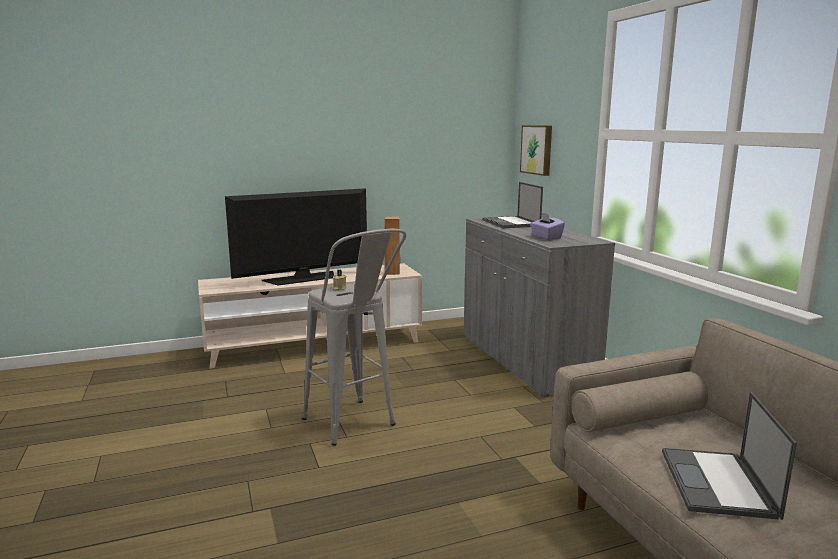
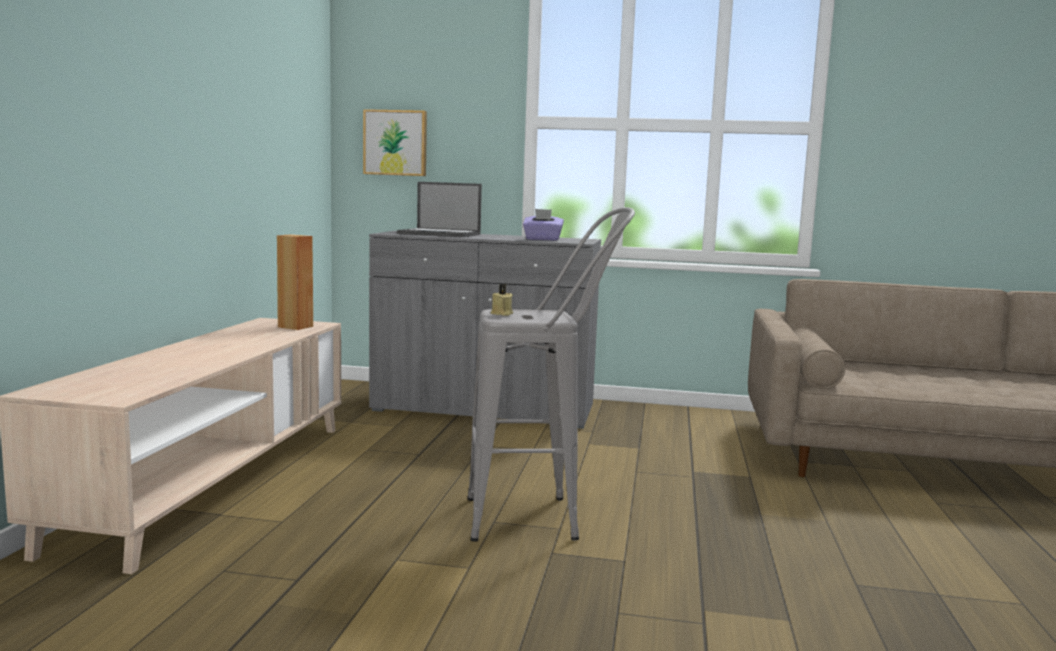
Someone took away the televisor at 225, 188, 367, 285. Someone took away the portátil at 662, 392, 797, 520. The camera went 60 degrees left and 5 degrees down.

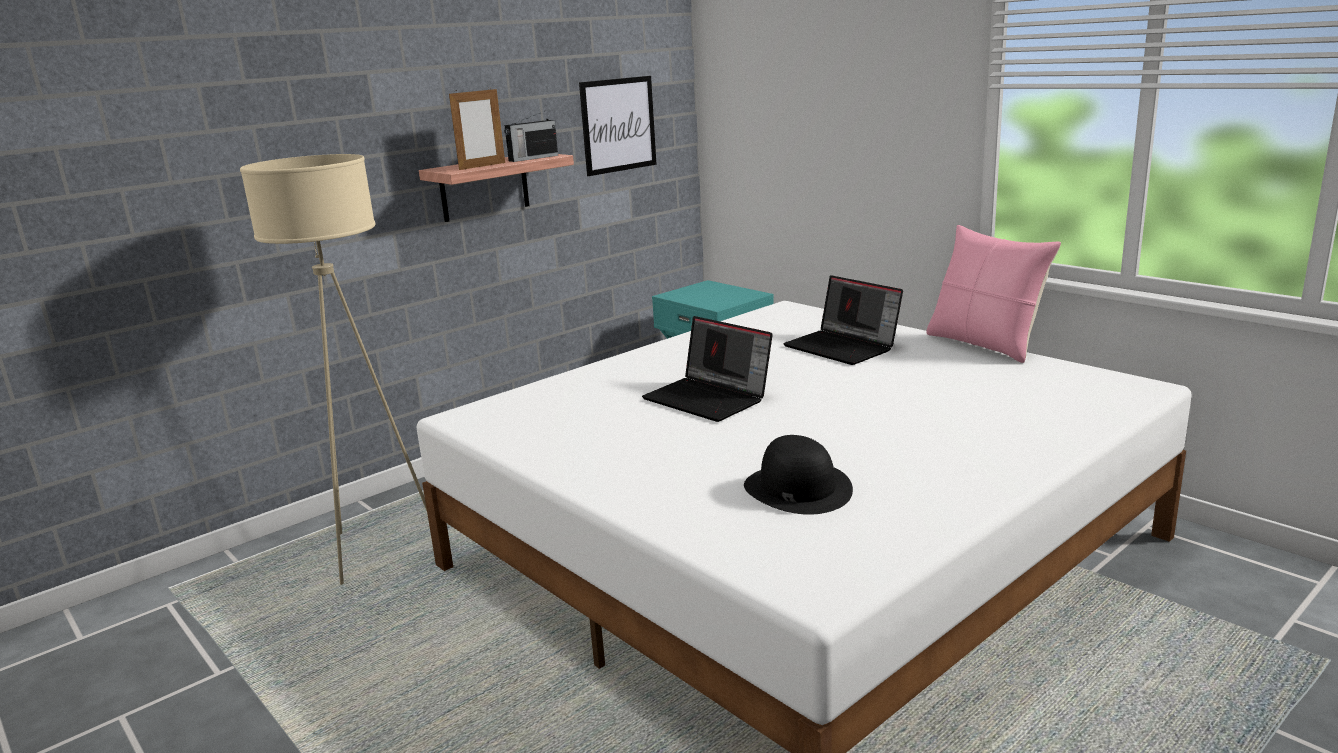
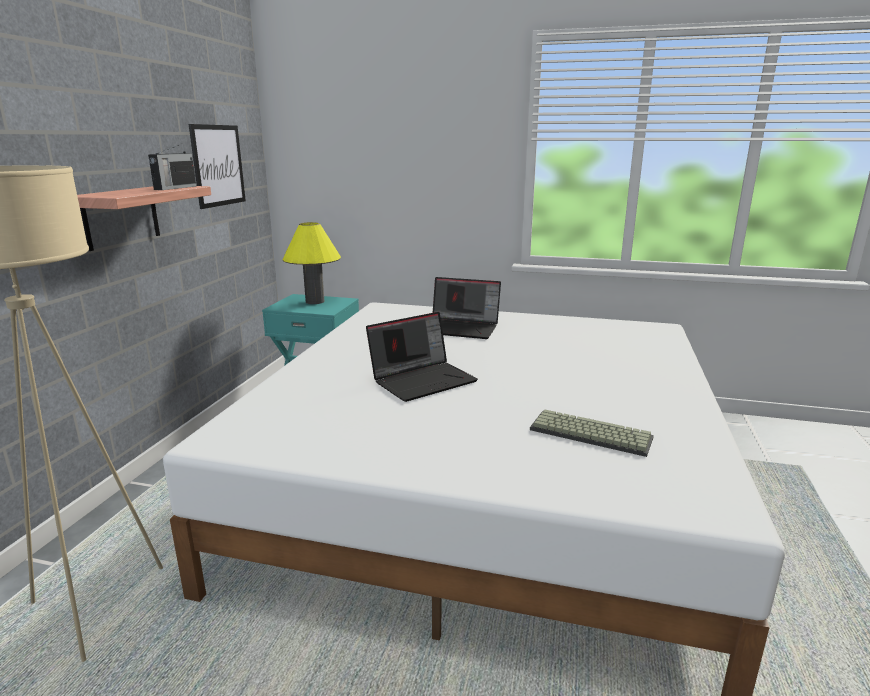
Someone took away the portarretratos at 449, 87, 505, 170. Someone took away the cojín (rosa) at 926, 225, 1061, 363. Someone rotated the portátil at 642, 316, 773, 422 by 45 degrees counterclockwise. Someone swapped the sombrero (negro) at 744, 435, 853, 515 for the teclado at 530, 409, 654, 457. Someone put down the lámpara de mesa (amarillo) at 283, 222, 341, 304. The camera went 35 degrees left and 0 degrees up.

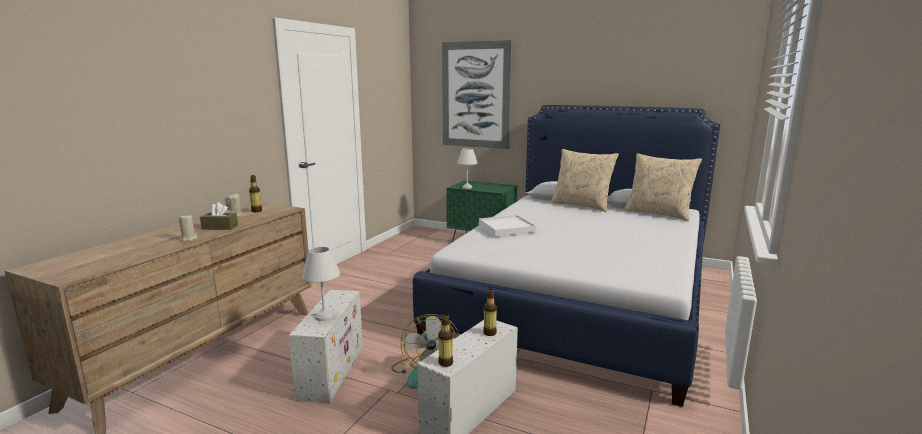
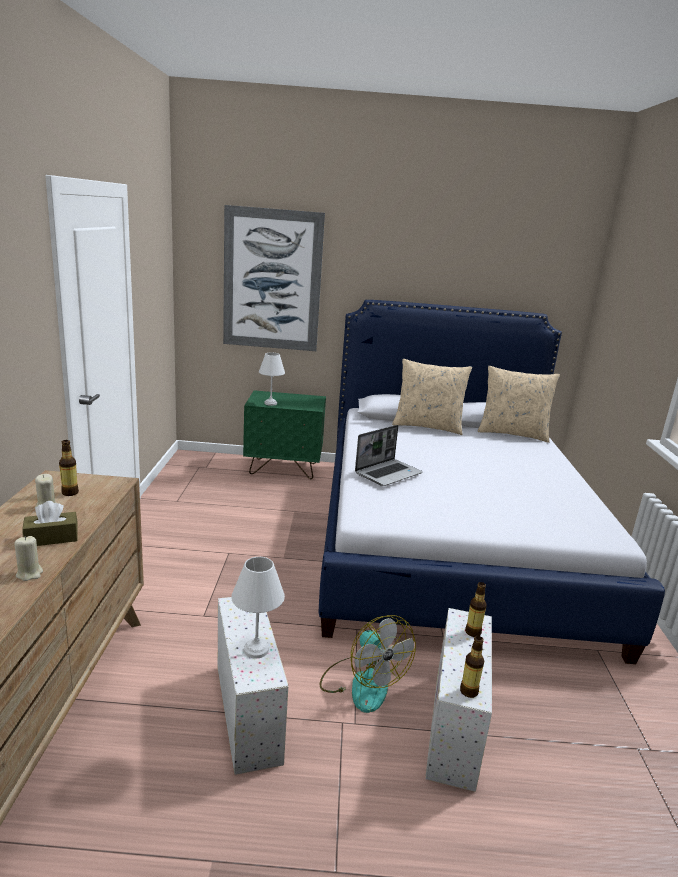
Someone swapped the bandeja (blanco) at 479, 215, 536, 237 for the portátil at 355, 425, 423, 486. The camera went 25 degrees left and 5 degrees up.

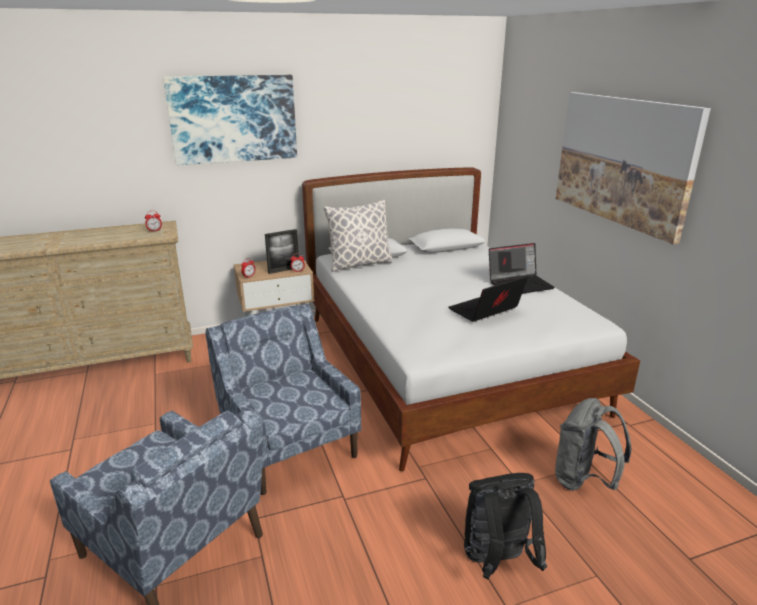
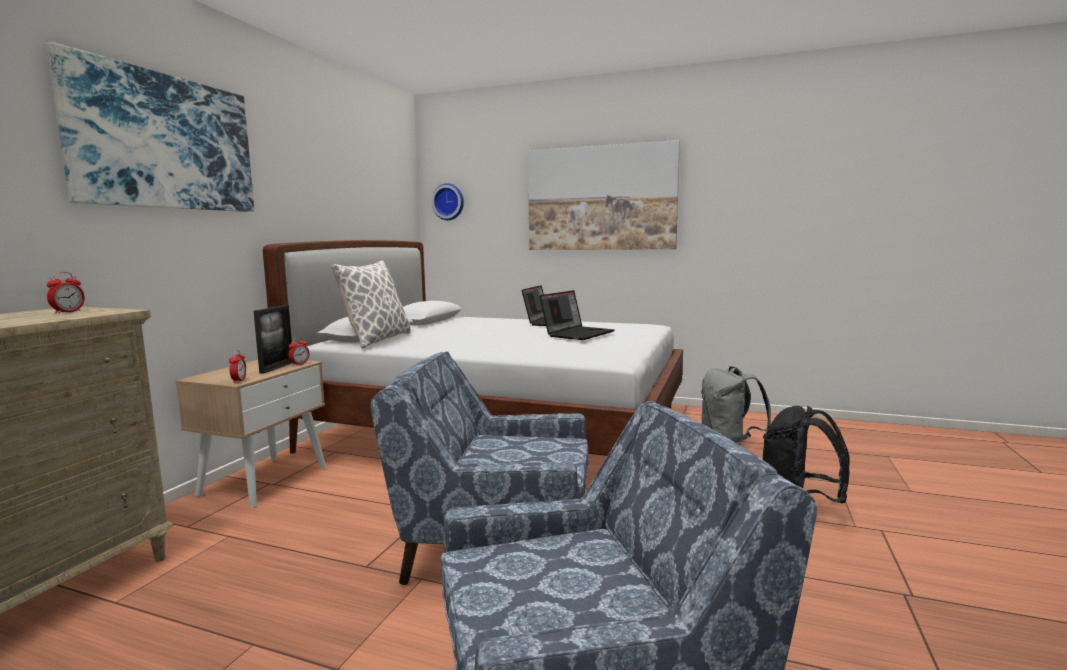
Someone rotated the portátil at 448, 276, 528, 322 by 150 degrees counterclockwise. Someone put up the reloj de pared at 432, 183, 464, 220. The camera went 50 degrees left and 15 degrees down.

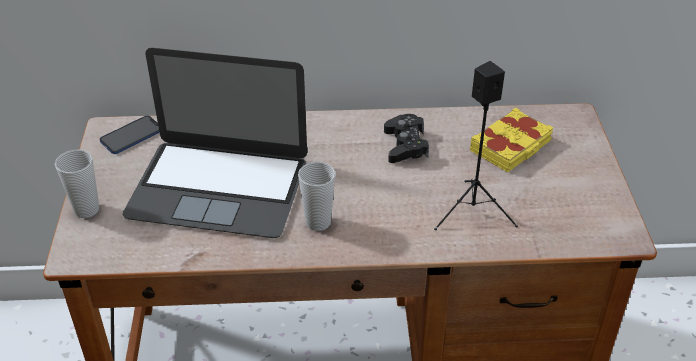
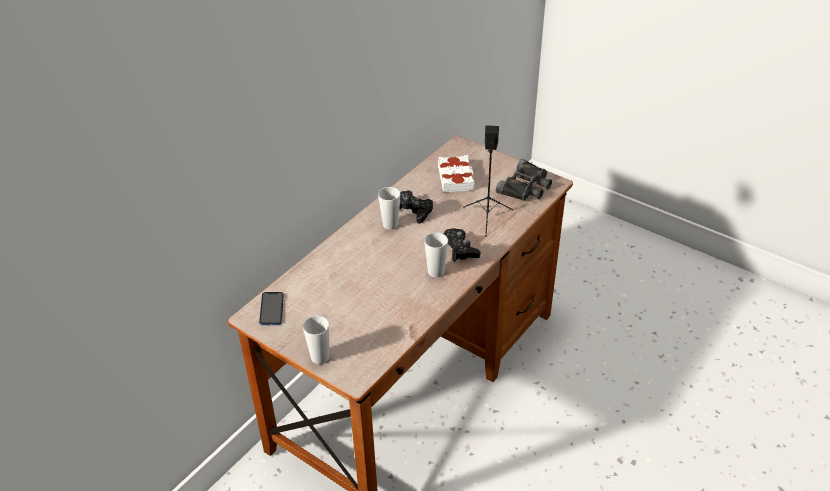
Someone took away the portátil at 123, 48, 307, 238. Someone repainted the libro (amarillo) at 470, 107, 554, 172, which became the libro (blanco) at 438, 155, 474, 192. Someone put down the prismáticos (negro) at 496, 159, 552, 201. Someone put down the taza at 378, 187, 400, 230. Someone put down the mando de consola (negro) at 443, 228, 480, 262. The camera went 50 degrees left and 0 degrees up.

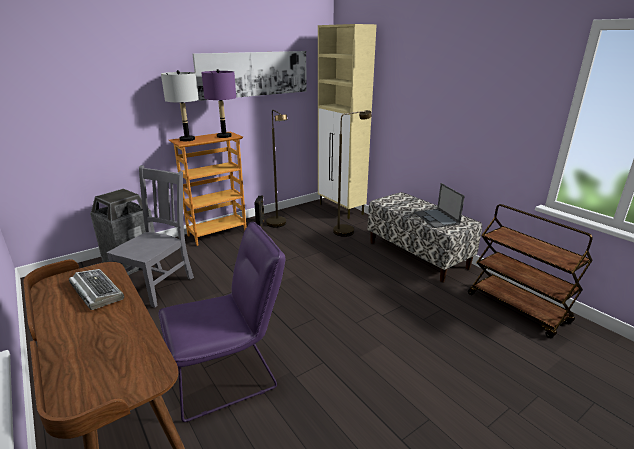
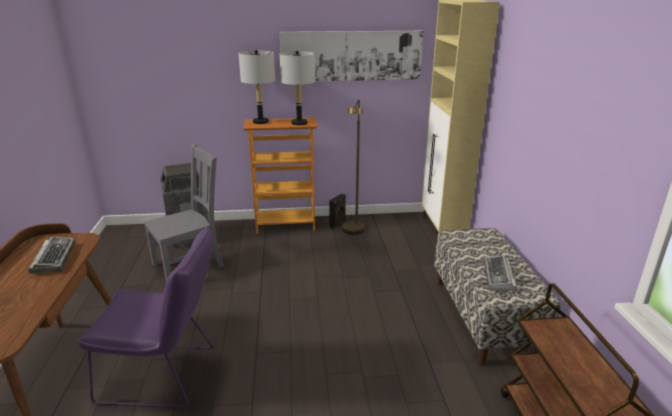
Someone repainted the lámpara de mesa (morado) at 201, 69, 236, 138, which became the lámpara de mesa (gris) at 279, 50, 315, 125. Someone took away the lámpara de pie (marrón) at 333, 110, 372, 237. Someone swapped the portátil at 414, 183, 465, 228 for the teclado at 484, 255, 517, 291. The camera went 30 degrees right and 0 degrees up.

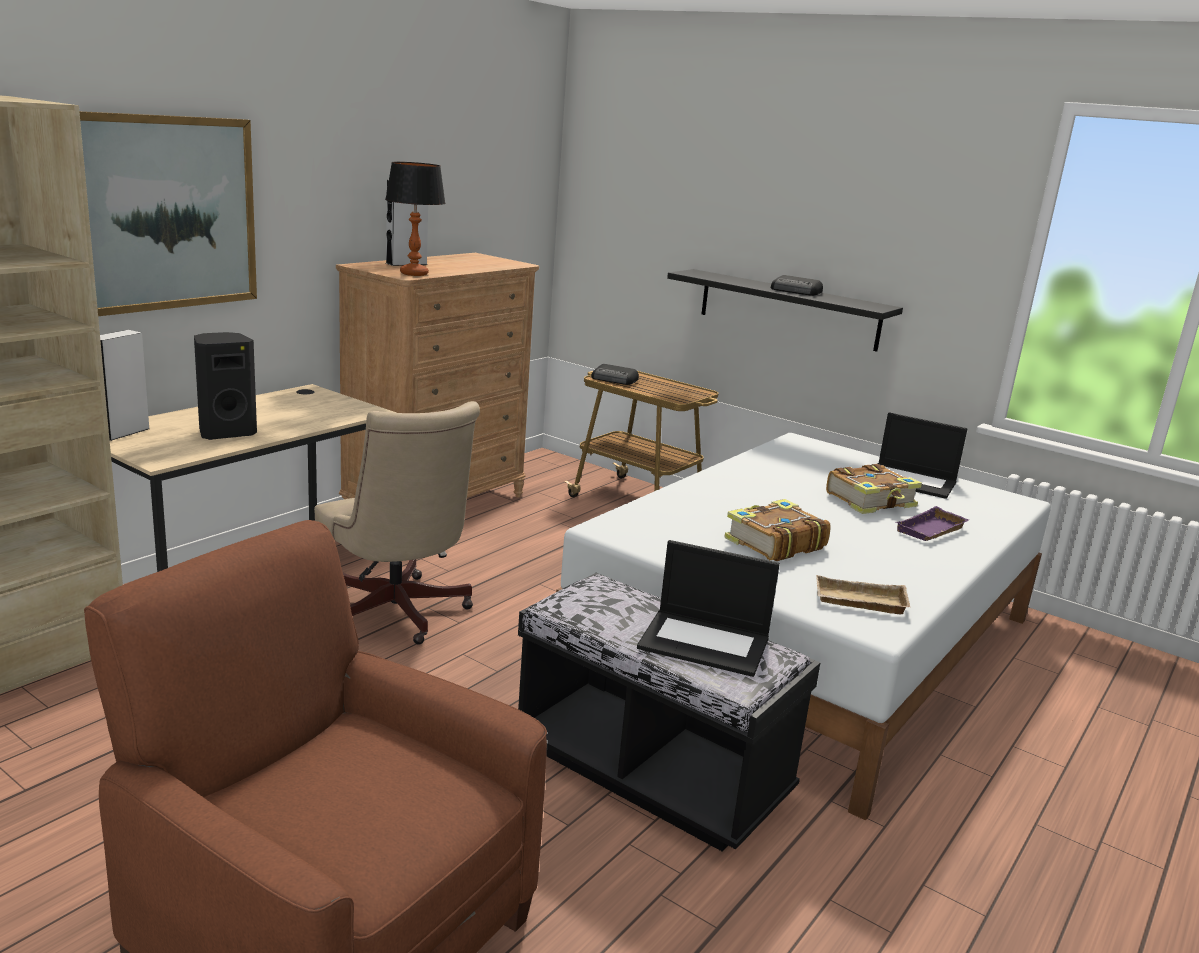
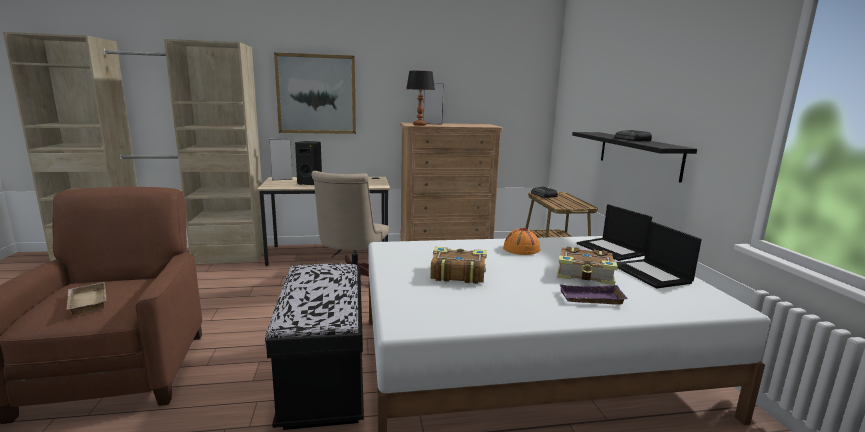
Someone carried the portátil from 637, 540, 780, 677 to 577, 204, 652, 261. Someone carried the bandeja (beis) from 816, 575, 910, 615 to 67, 282, 106, 315. Someone put down the sombrero (naranja) at 503, 228, 540, 255. The camera went 45 degrees right and 5 degrees down.

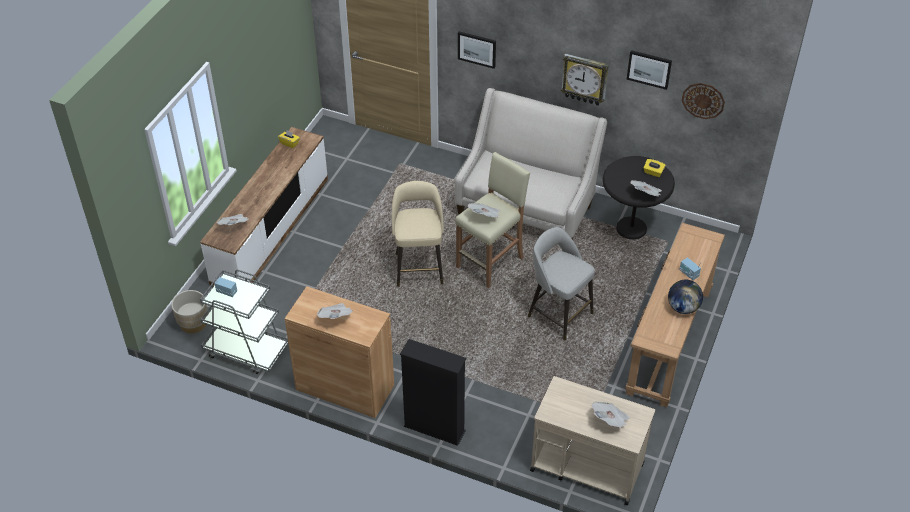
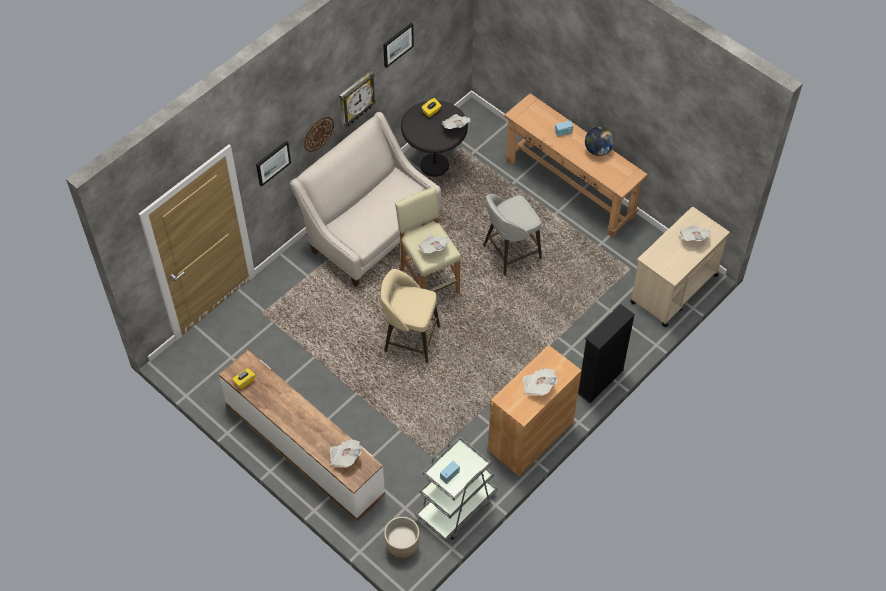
Someone carried the reloj de pared from 682, 83, 725, 119 to 304, 116, 334, 152. The camera went 70 degrees left and 10 degrees up.

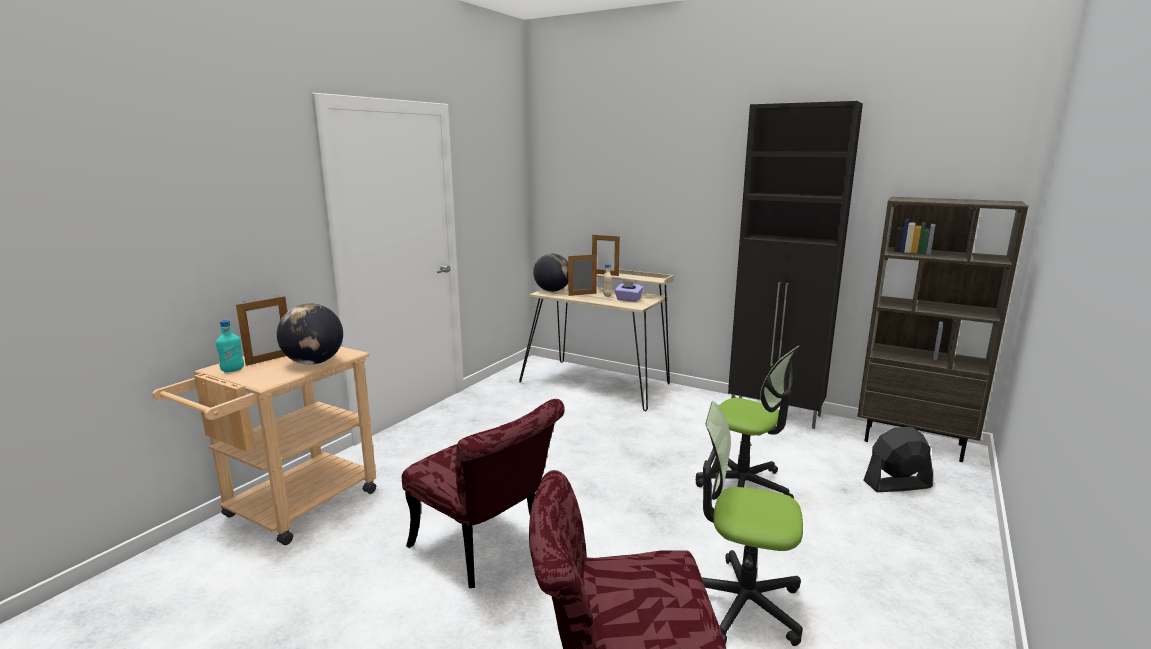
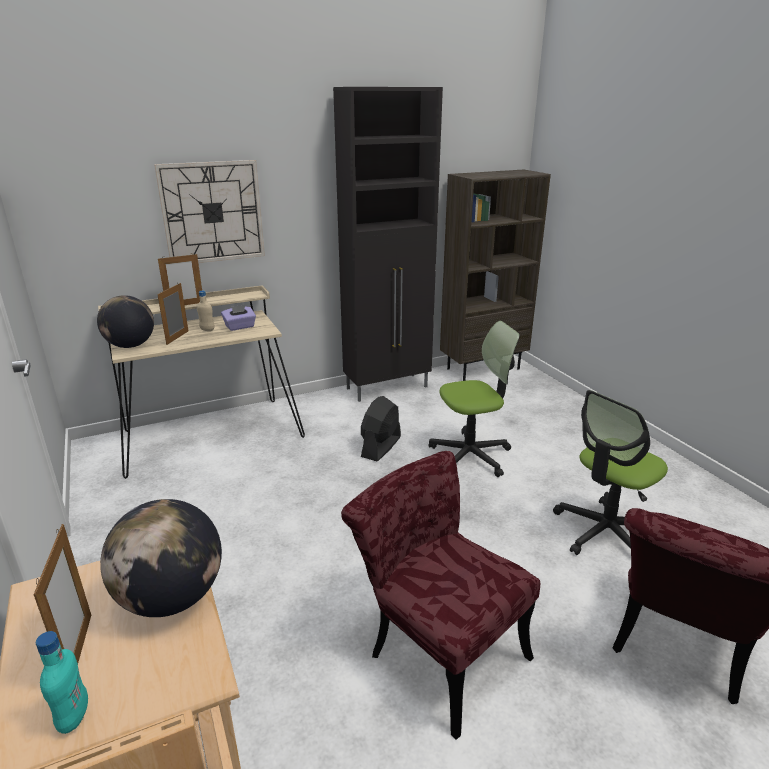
Someone rotated the silla (rojo) at 402, 399, 565, 588 by 120 degrees counterclockwise. Someone carried the ventilador (negro) from 864, 427, 933, 492 to 361, 396, 401, 462. Someone put up the reloj de pared at 154, 160, 265, 263. The camera went 55 degrees left and 10 degrees up.

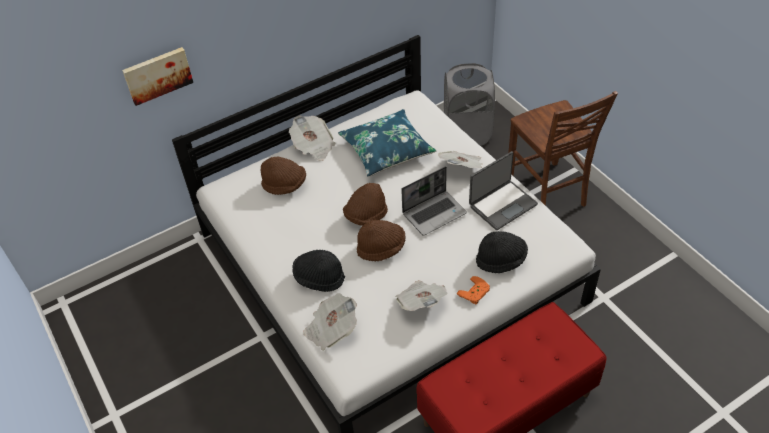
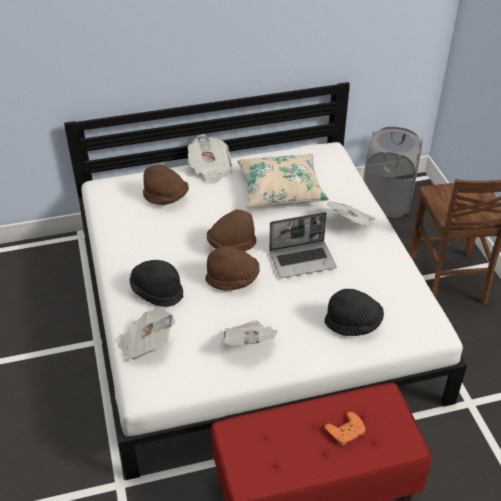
Someone took away the cuadro at 122, 47, 193, 106. Someone repainted the cojín (azul) at 338, 109, 436, 177, which became the cojín (beis) at 237, 154, 329, 208. Someone took away the portátil at 469, 151, 538, 230. Someone carried the mando de consola (naranja) from 457, 276, 490, 304 to 324, 412, 366, 446. The camera went 15 degrees right and 5 degrees down.

